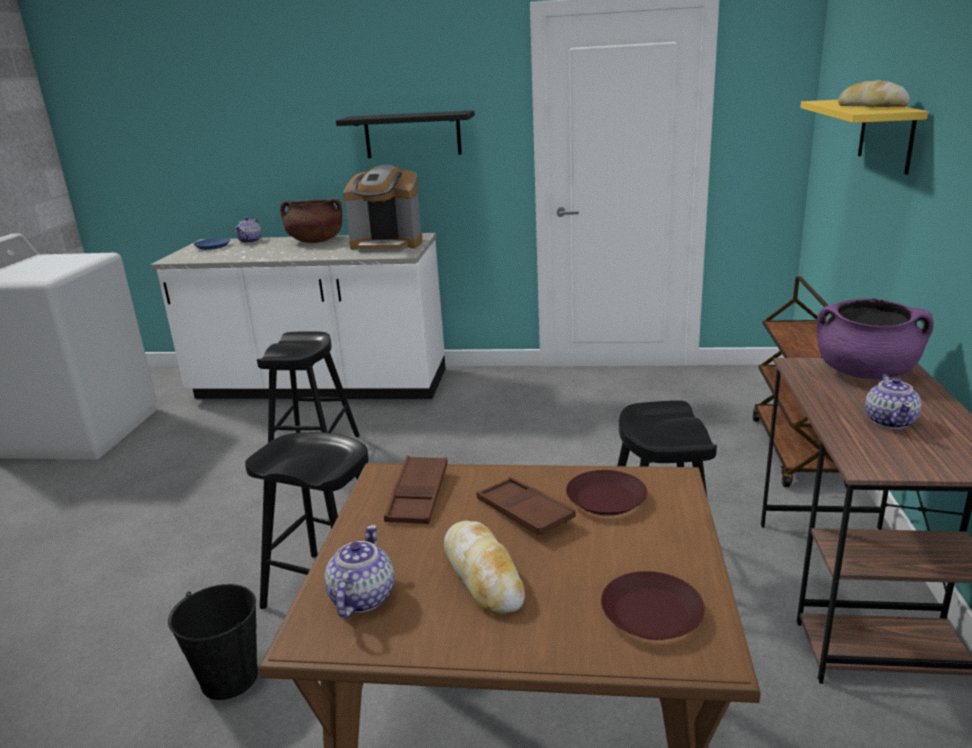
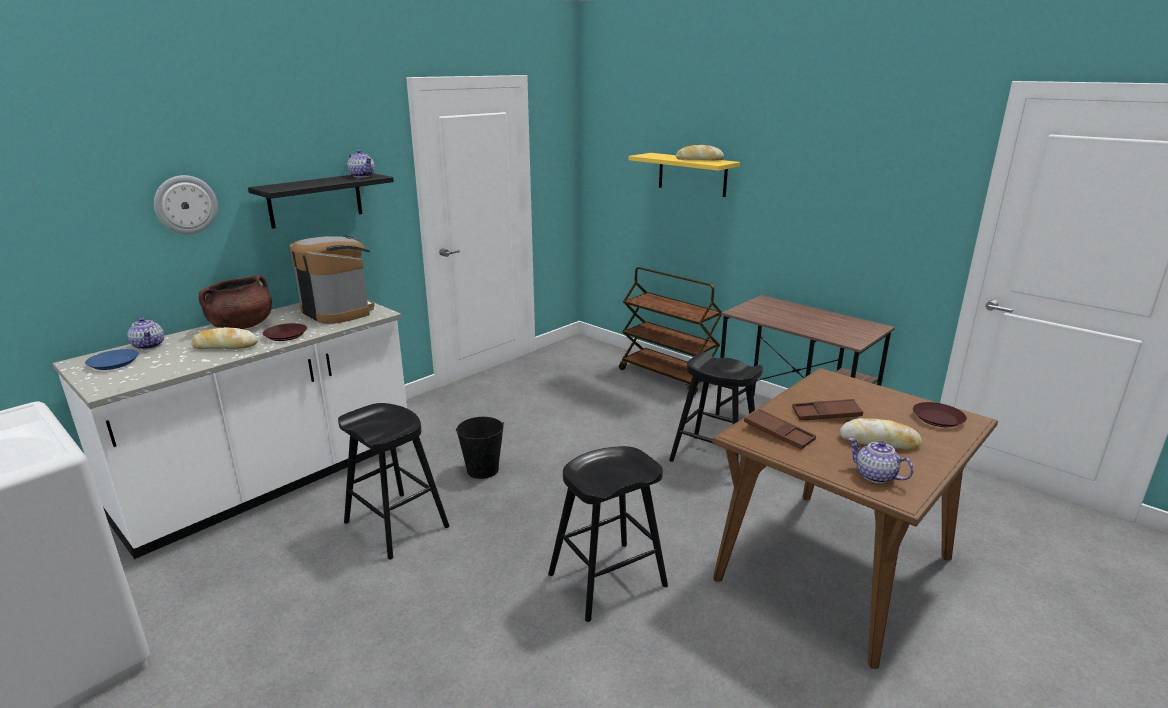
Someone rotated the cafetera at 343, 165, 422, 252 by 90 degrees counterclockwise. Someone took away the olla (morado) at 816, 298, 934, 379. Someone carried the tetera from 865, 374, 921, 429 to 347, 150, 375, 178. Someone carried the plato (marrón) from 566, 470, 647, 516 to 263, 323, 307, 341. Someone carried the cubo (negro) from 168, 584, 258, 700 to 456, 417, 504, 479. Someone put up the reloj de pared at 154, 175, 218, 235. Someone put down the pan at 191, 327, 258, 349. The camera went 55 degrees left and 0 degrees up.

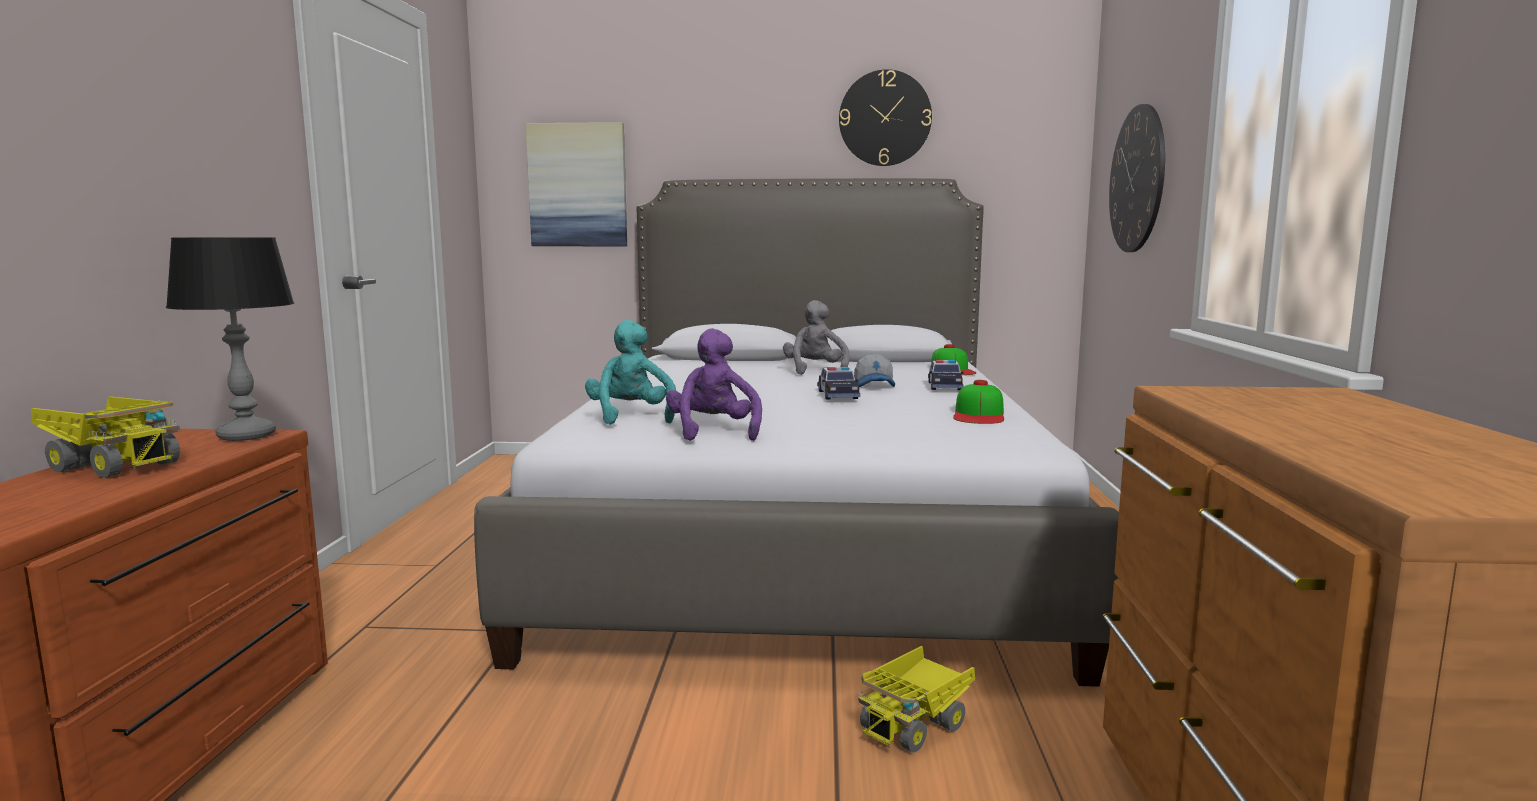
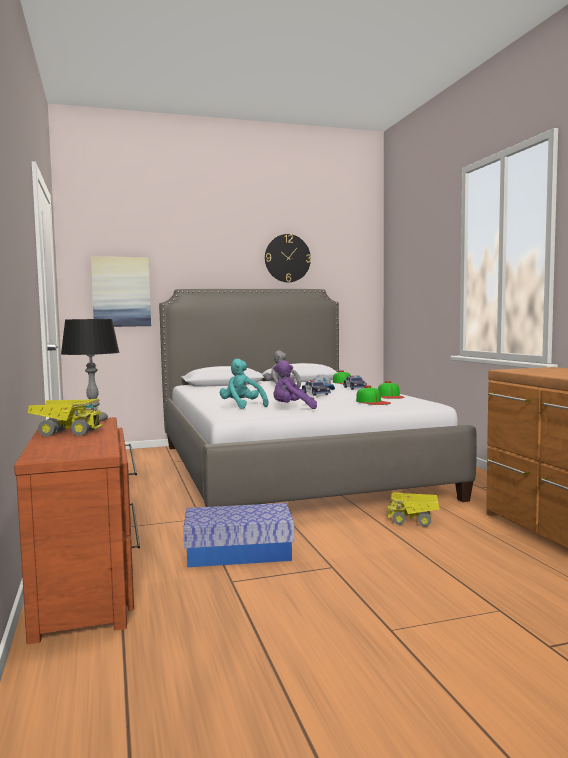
Someone took away the reloj de pared at 1109, 104, 1165, 252. Someone rotated the peluche (morado) at 666, 328, 762, 441 by 60 degrees counterclockwise. Someone rotated the camión de juguete at 858, 646, 975, 753 by 75 degrees clockwise. Someone put down the gorra at 356, 385, 391, 405. Someone put down the caja de almacenaje at 183, 503, 294, 567. The camera went 20 degrees left and 5 degrees down.

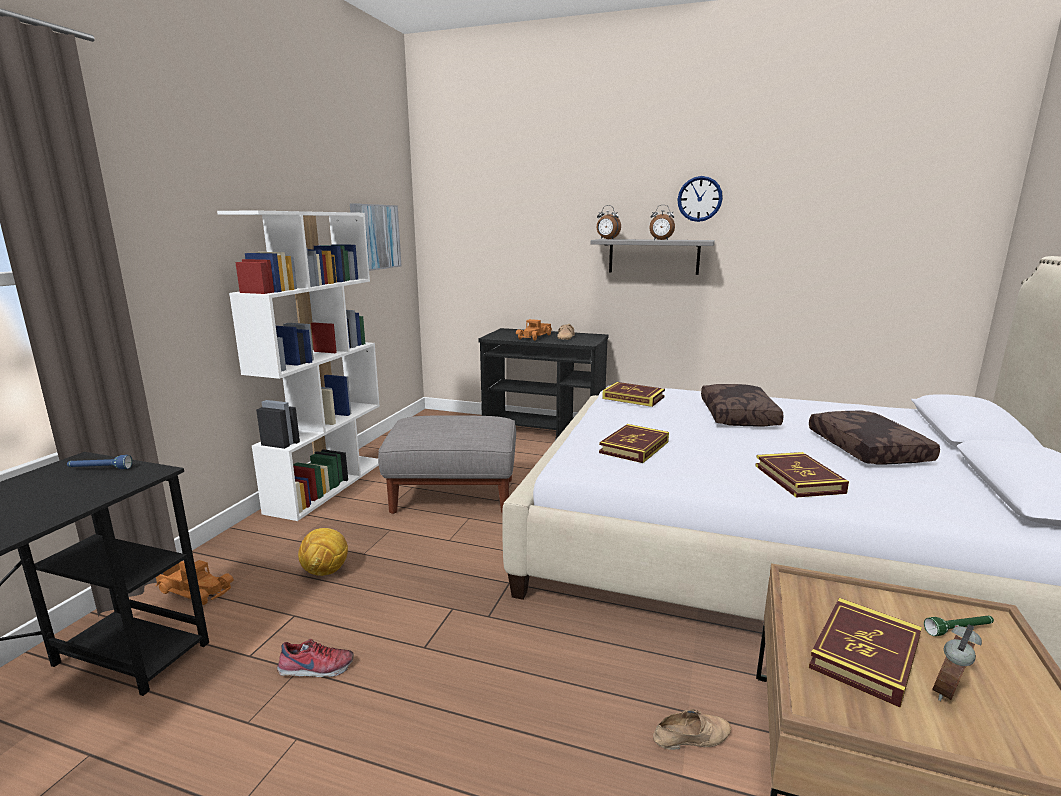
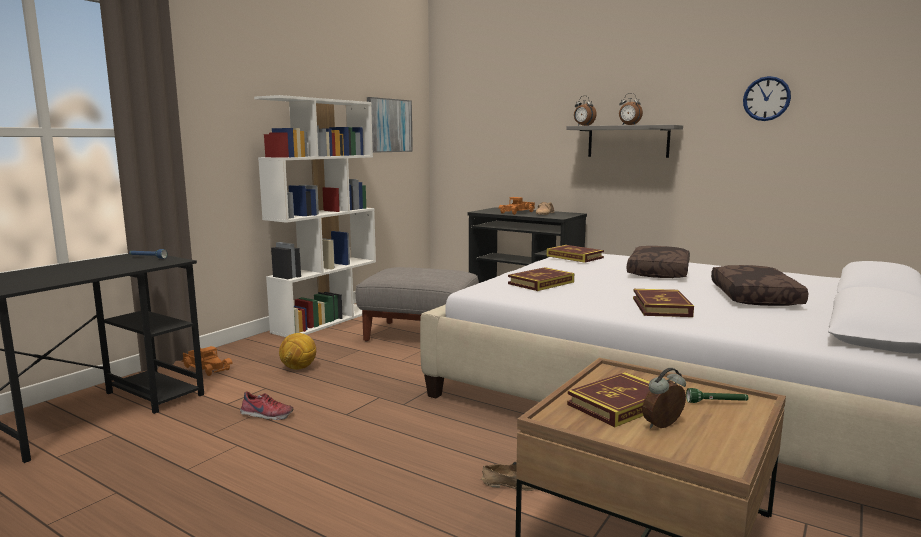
Someone carried the reloj de pared from 677, 176, 723, 222 to 743, 76, 791, 121. The camera went 15 degrees right and 5 degrees down.

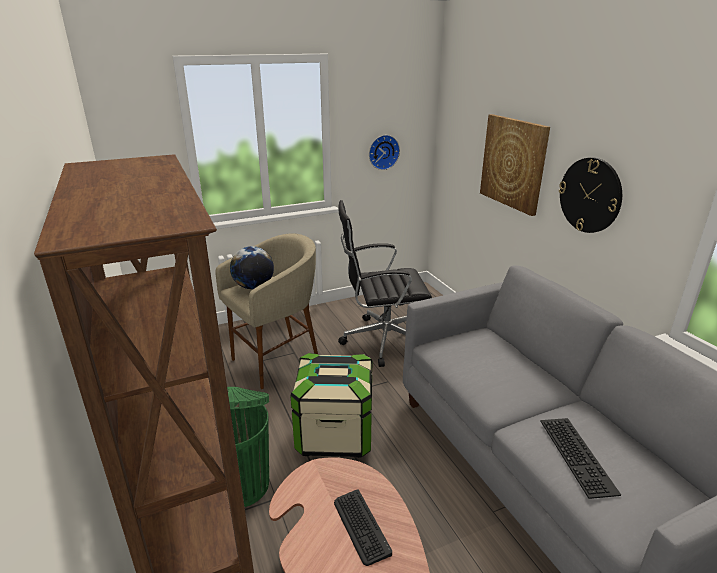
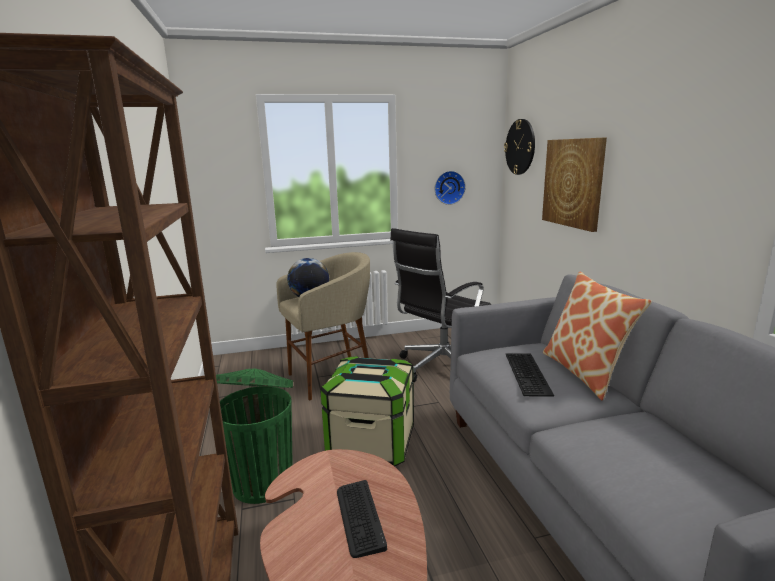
Someone carried the reloj de pared from 559, 157, 622, 233 to 504, 119, 535, 175. Someone rotated the silla de oficina (negro) at 338, 200, 432, 367 by 45 degrees counterclockwise. Someone carried the teclado from 540, 418, 621, 499 to 506, 354, 554, 397. Someone put down the cojín at 543, 272, 652, 401. The camera went 10 degrees right and 10 degrees down.

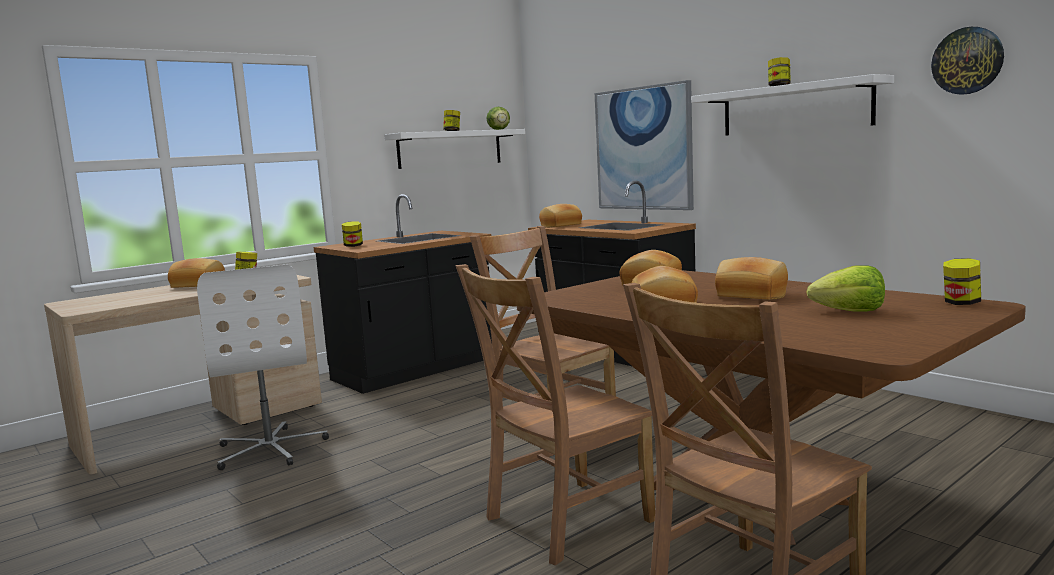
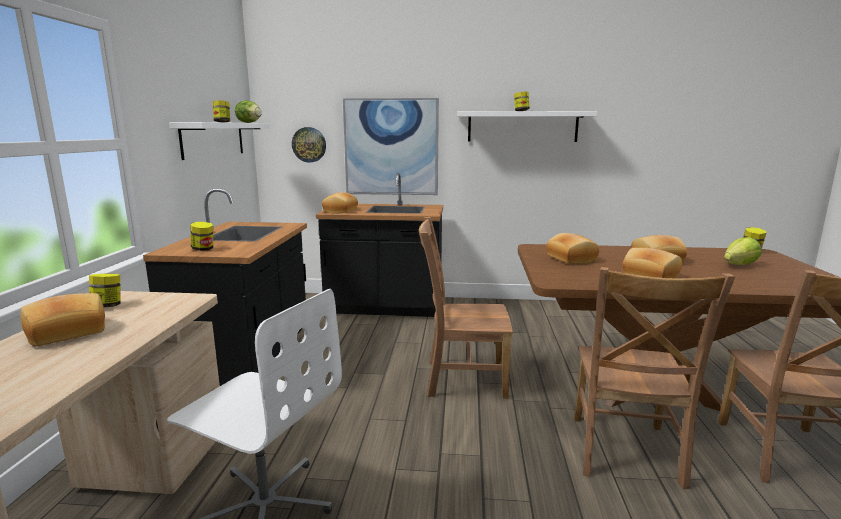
Someone carried the reloj de pared from 931, 27, 1004, 95 to 292, 127, 326, 162. The camera went 45 degrees left and 5 degrees up.

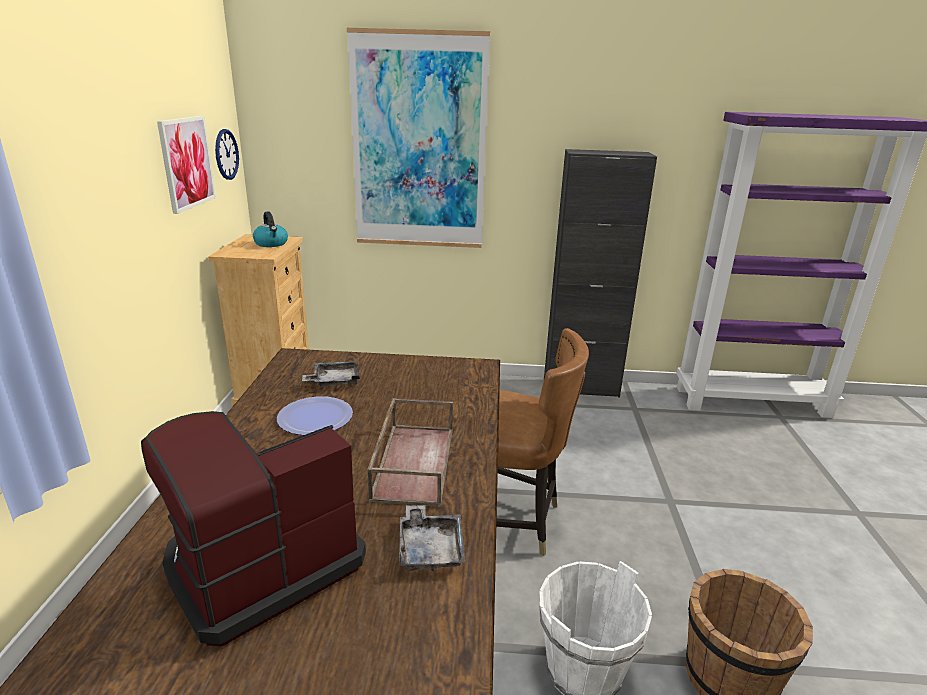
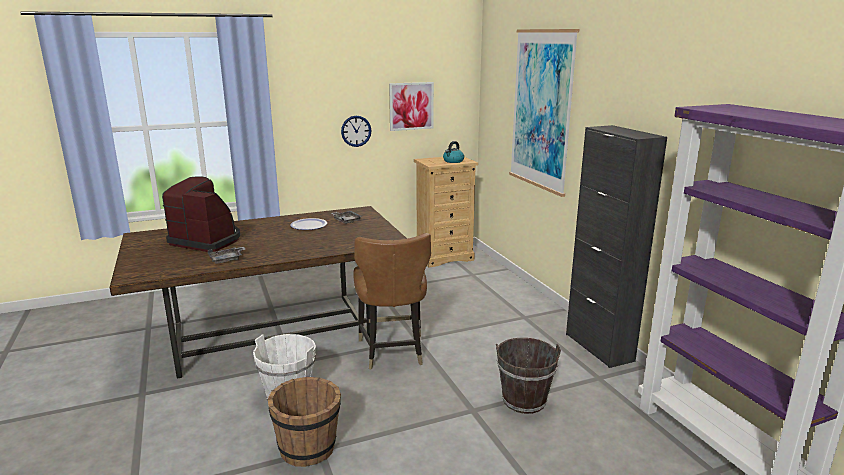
Someone carried the reloj de pared from 215, 129, 239, 180 to 341, 116, 372, 147. Someone took away the bandeja (marrón) at 367, 398, 453, 507. Someone put down the cubo (marrón) at 496, 338, 561, 414. The camera went 65 degrees right and 5 degrees down.

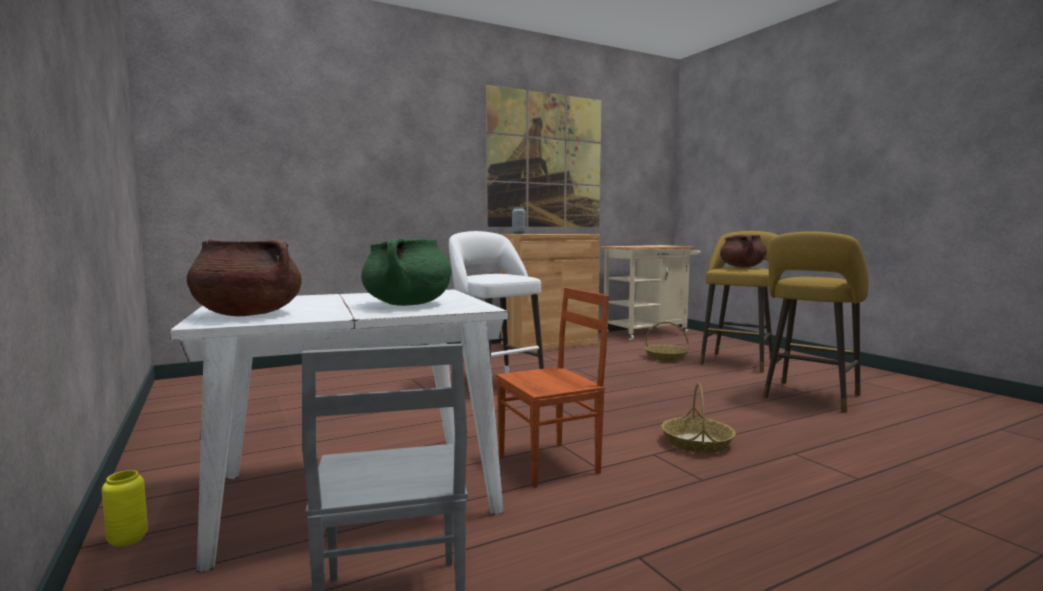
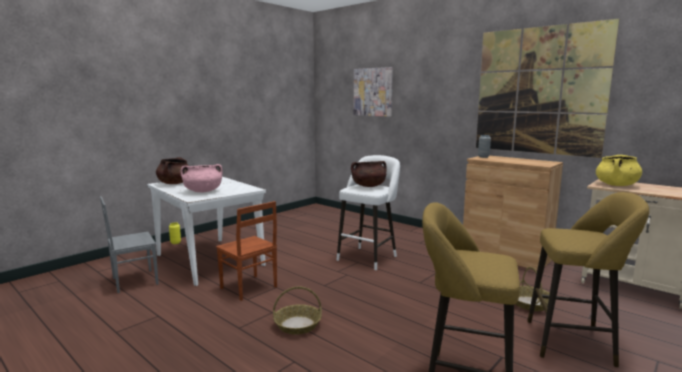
Someone carried the olla (marrón) from 720, 235, 767, 267 to 351, 161, 387, 187. Someone repainted the olla (verde) at 361, 238, 451, 306, which became the olla (rosa) at 180, 164, 223, 192. Someone put up the cuadro at 354, 67, 393, 117. Someone put down the olla (amarillo) at 596, 155, 642, 186. The camera went 70 degrees right and 5 degrees up.

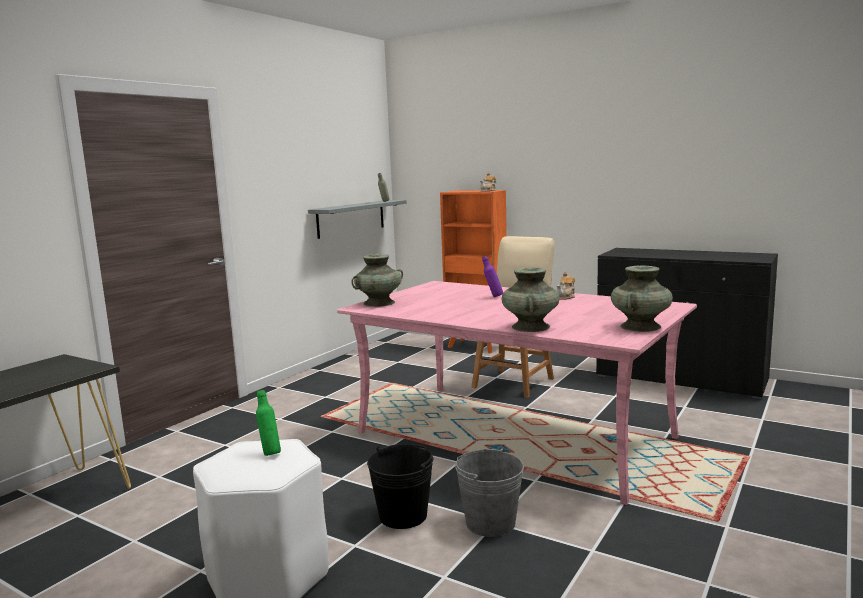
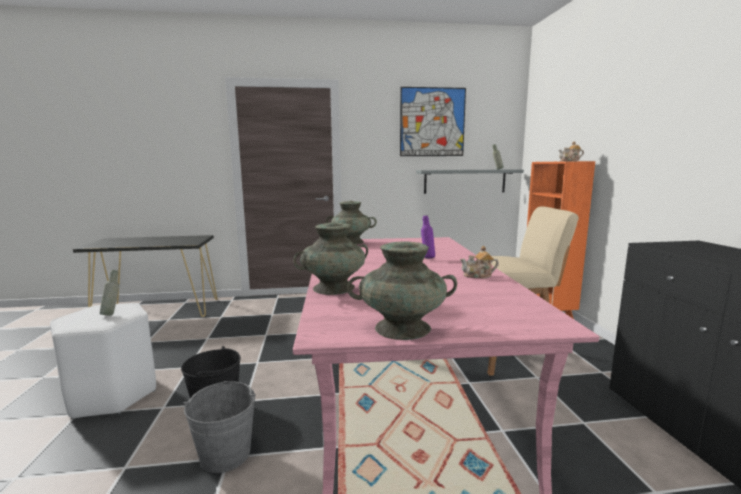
Someone repainted the botella (verde) at 256, 390, 281, 456, which became the botella (gris) at 100, 270, 119, 316. Someone put up the cuadro at 400, 87, 466, 156. The camera went 50 degrees right and 0 degrees up.

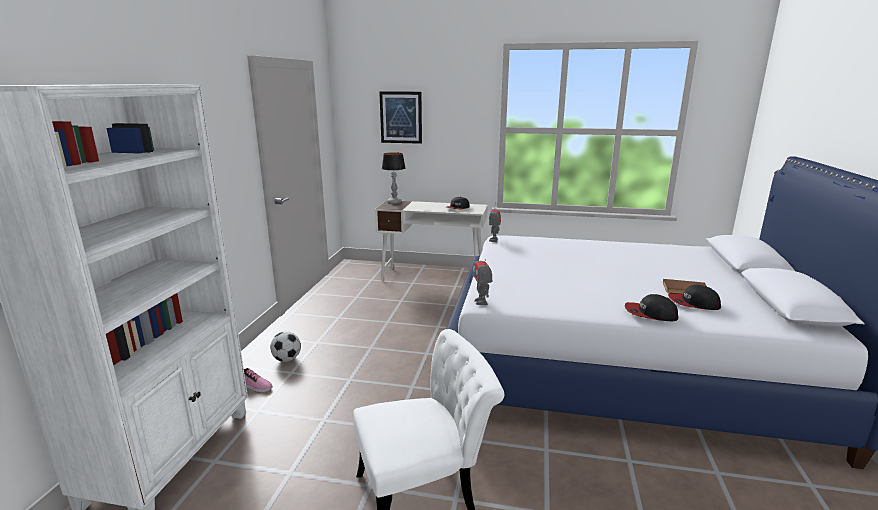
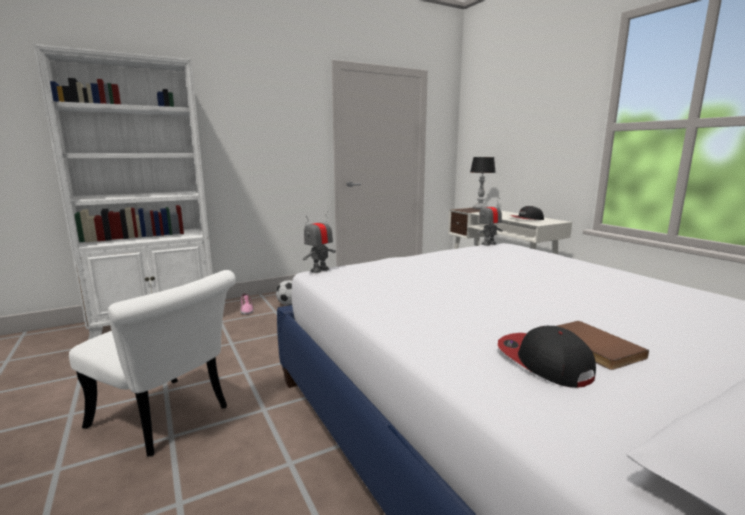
Someone took away the cuadro at 379, 91, 422, 144. Someone took away the gorra at 625, 294, 678, 321. The camera went 50 degrees right and 5 degrees down.

